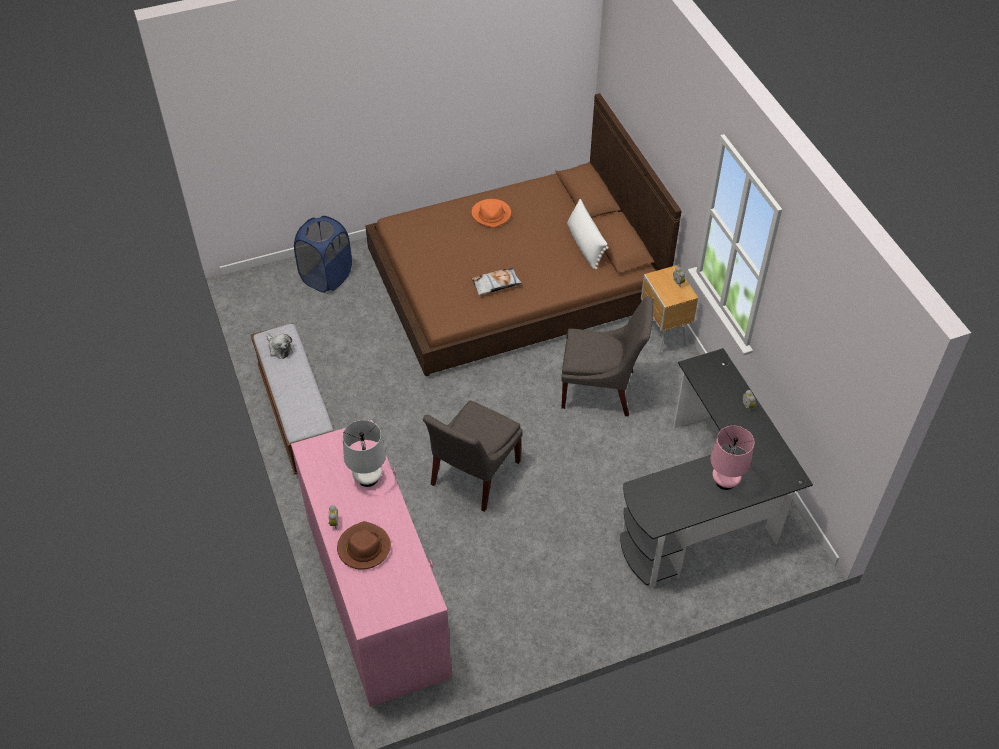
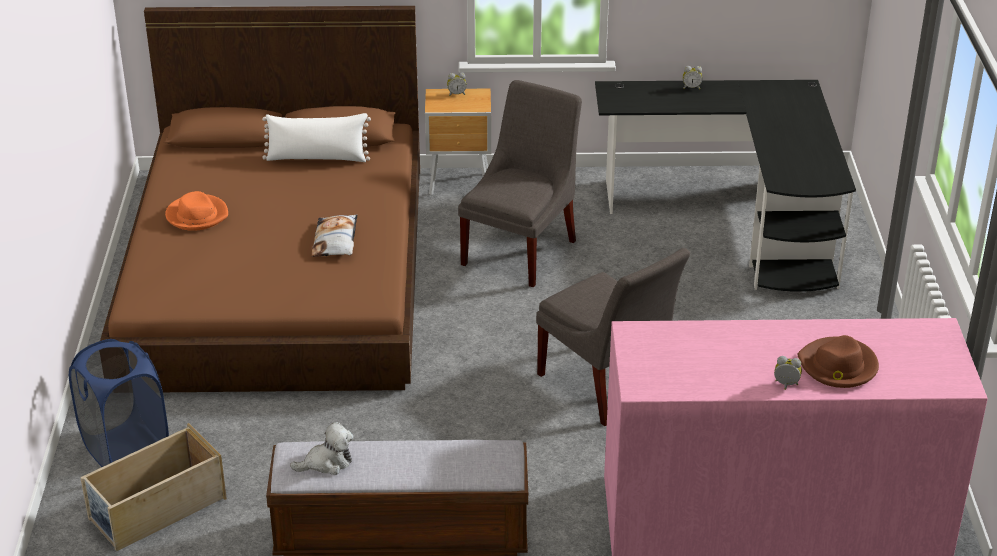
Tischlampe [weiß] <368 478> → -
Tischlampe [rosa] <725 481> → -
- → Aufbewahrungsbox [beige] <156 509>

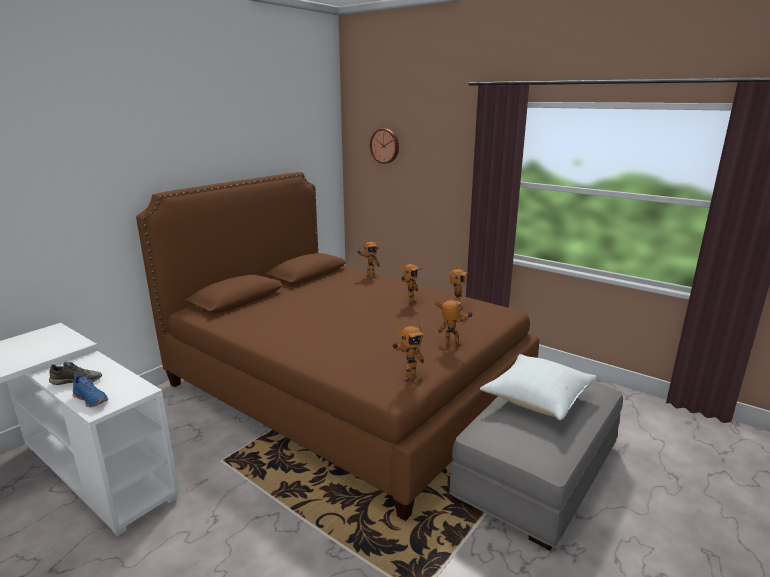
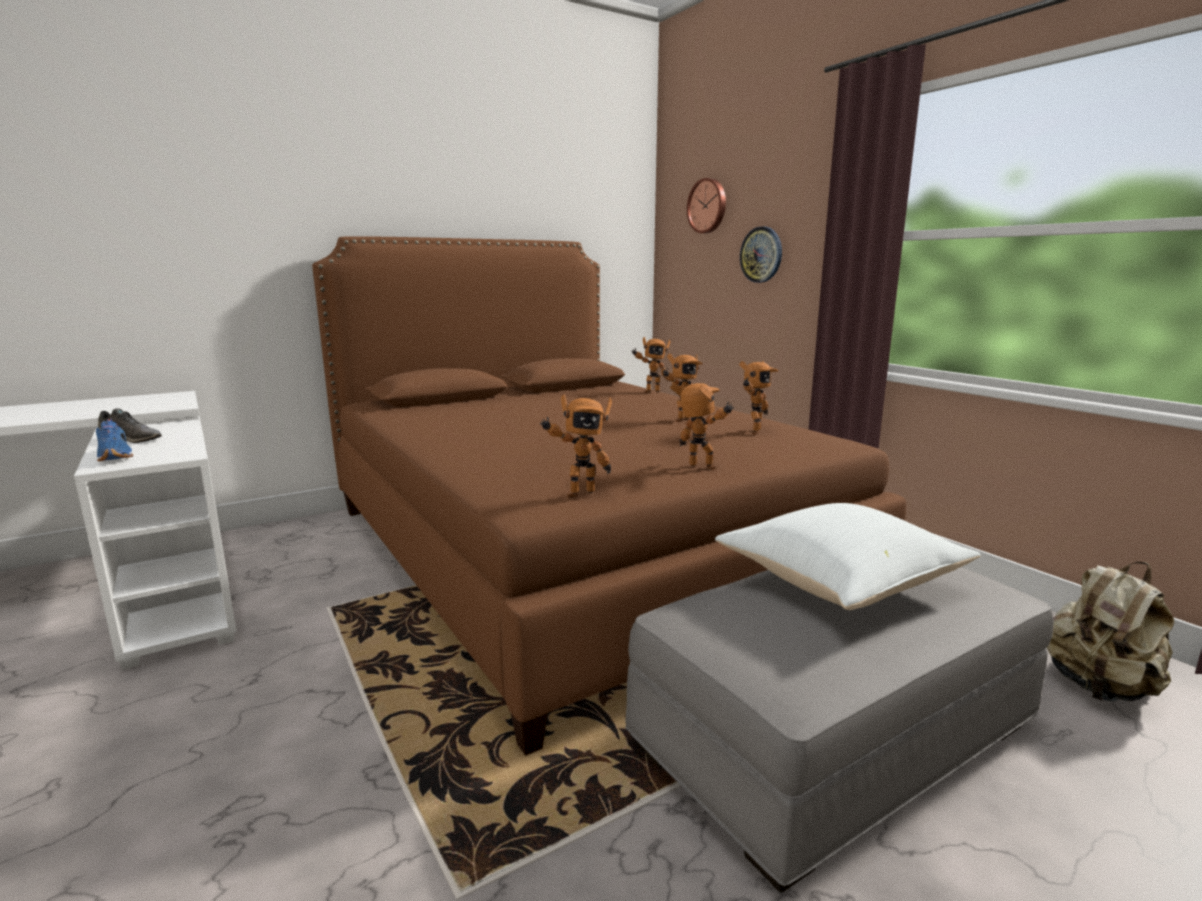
- → Wanduhr <761 254>
- → Rucksack [beige] <1099 687>

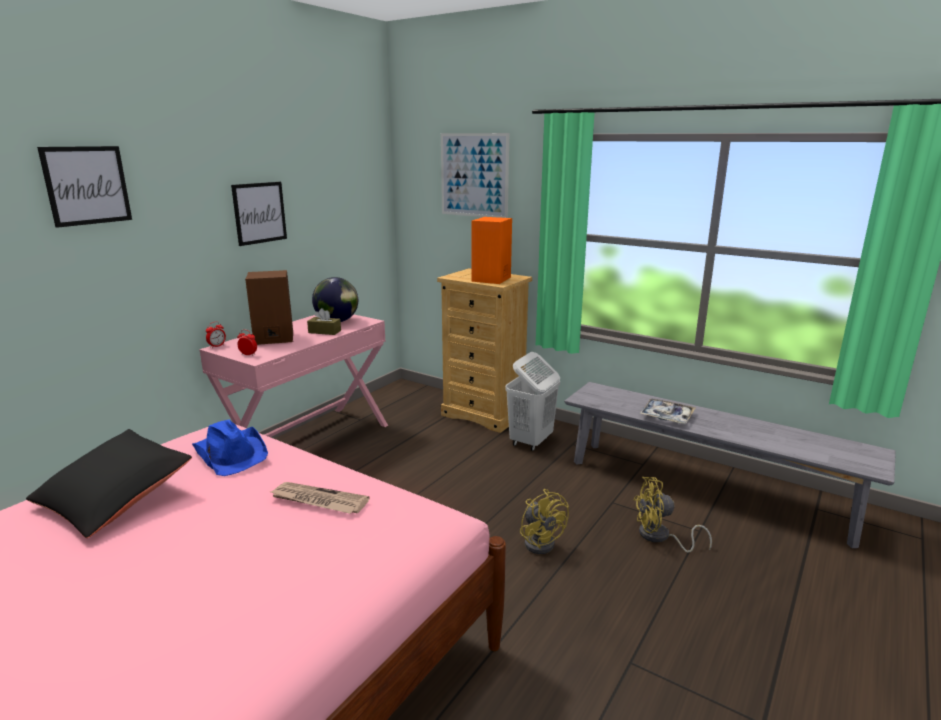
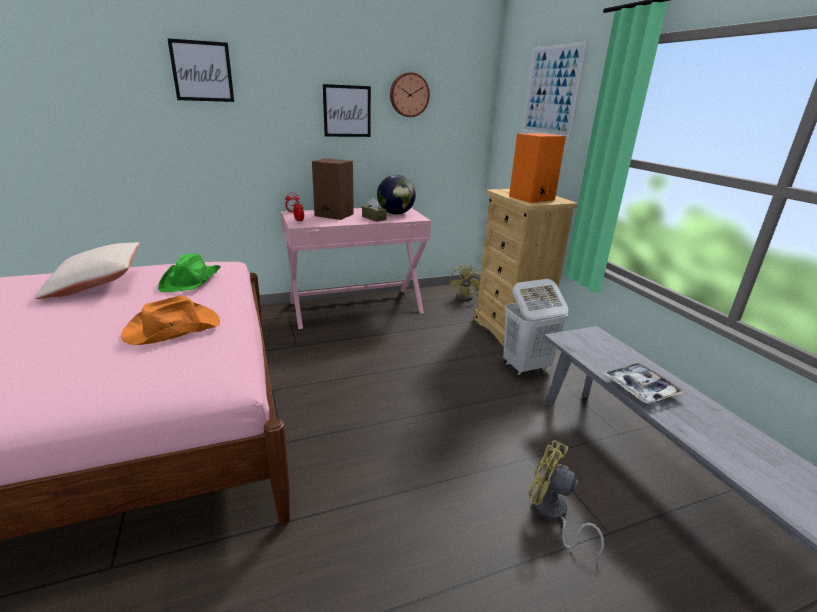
Hut [blau] <231 453> → Hut [grün] <192 280>
Kissen [schwarz] <115 498> → Kissen [beige] <96 284>
Zeitung <318 501> → Hut [orange] <171 328>
Ventilator [gelb] <541 541> → Ventilator [gelb] <467 297>, relocated
- → Wanduhr <409 95>

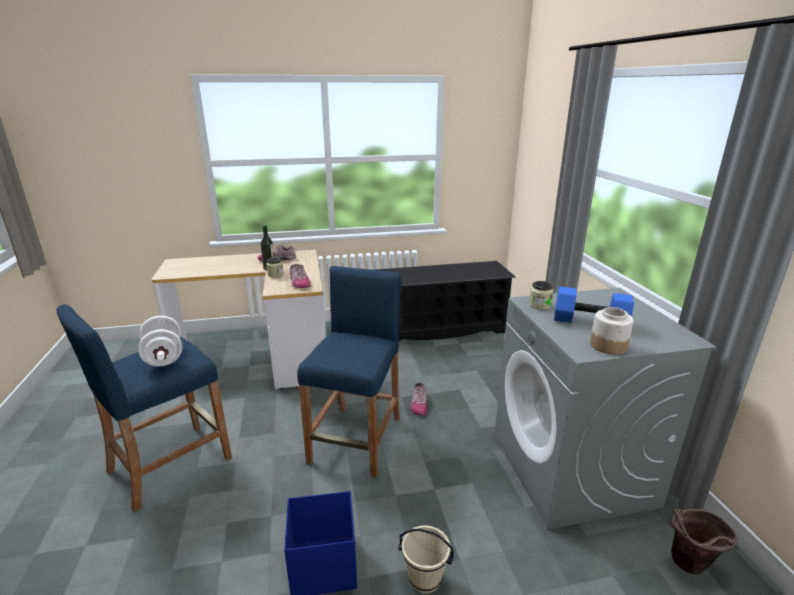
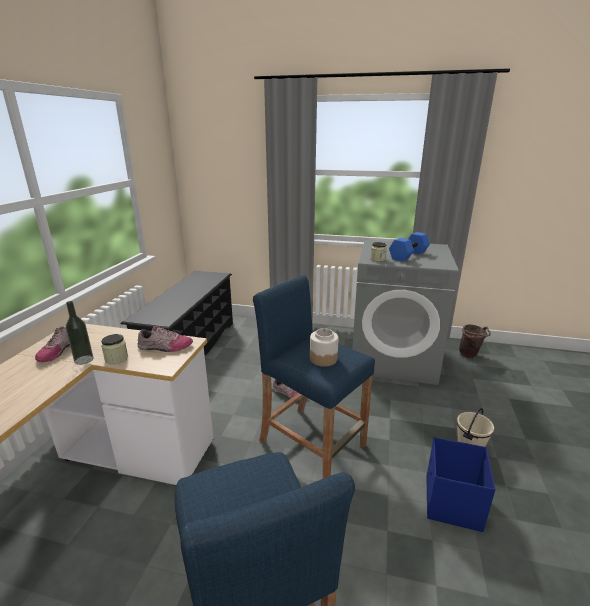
Vorratsglas <608 346> → Vorratsglas <323 359>, relocated
Hantel [weiß] <164 356> → -

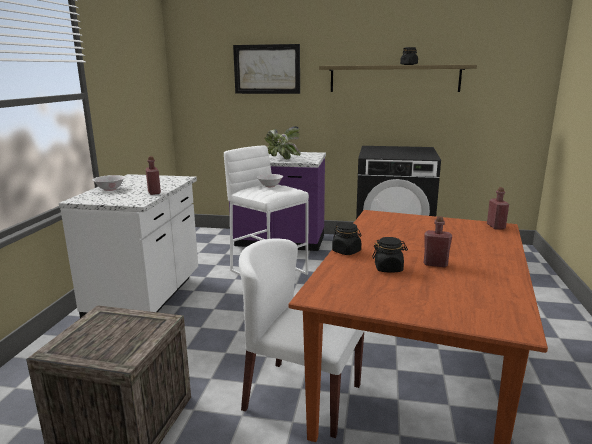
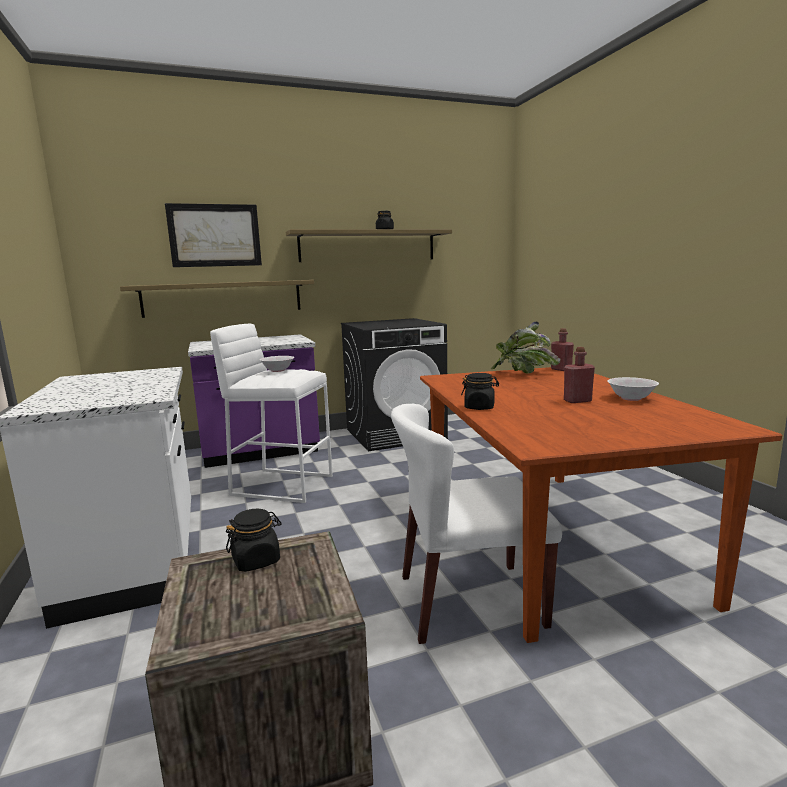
Topfpflanze <281 159> → Topfpflanze <523 374>, relocated
Flasche [rot] <154 192> → -
Schüssel [weiß] <110 189> → Schüssel [weiß] <631 398>, relocated
Vorratsglas [schwarz] <388 268> → Vorratsglas [schwarz] <256 560>, relocated
- → Wandregal <223 298>

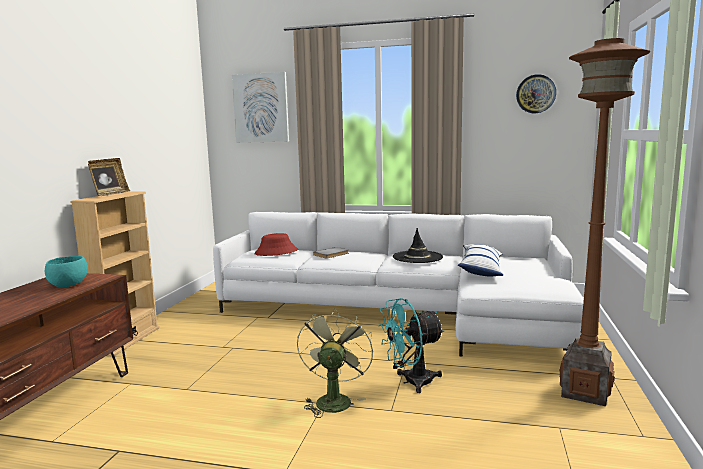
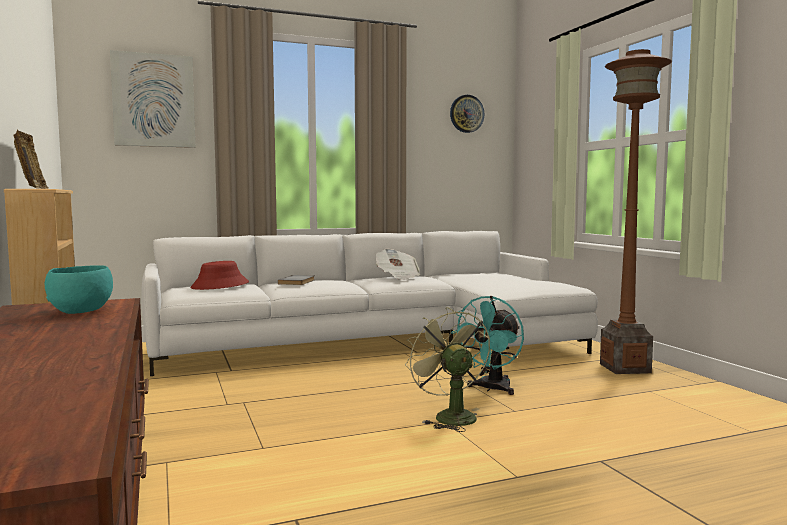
Hut [schwarz] <417 257> → Zeitung <397 277>
Kissen <481 269> → -

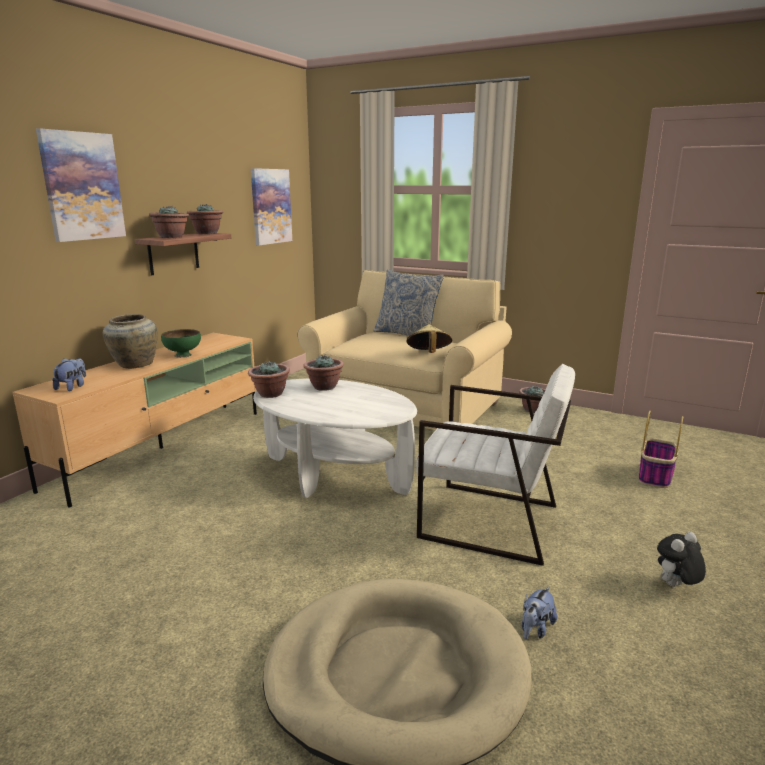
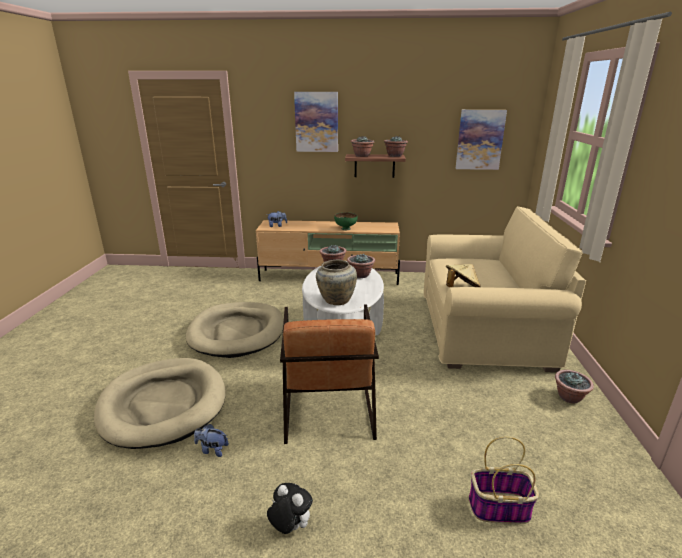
Kissen <407 334> → -
Vase [beige] <134 364> → Vase [beige] <336 300>, relocated
Sessel [weiß] <489 521> → Sessel [braun] <328 408>
- → Hundebett [beige] <237 332>

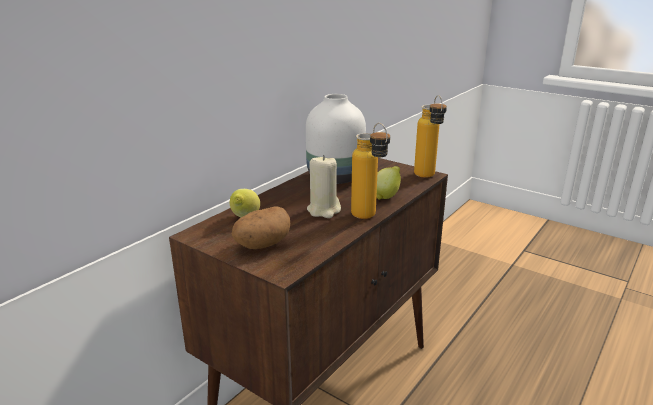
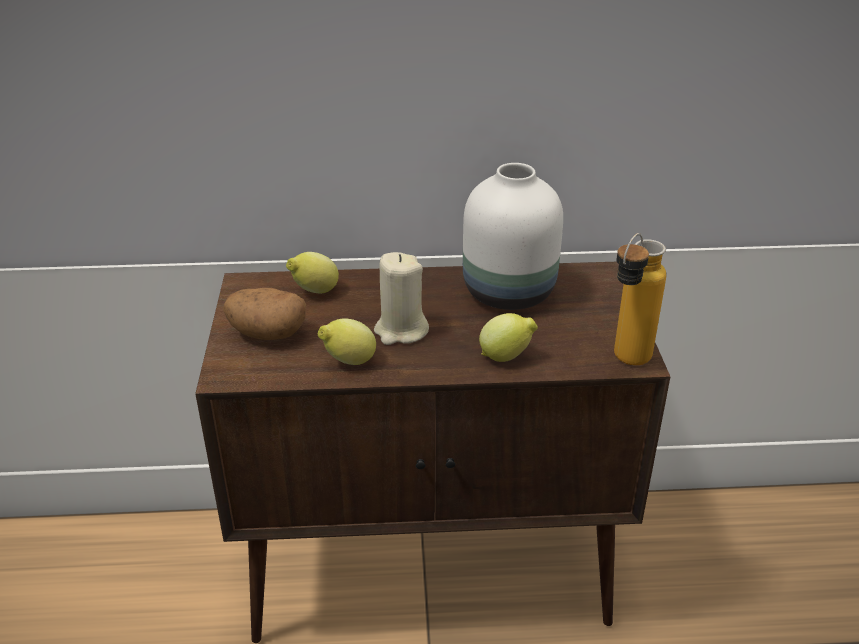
Flasche <369 218> → -
- → Zitrone <348 362>

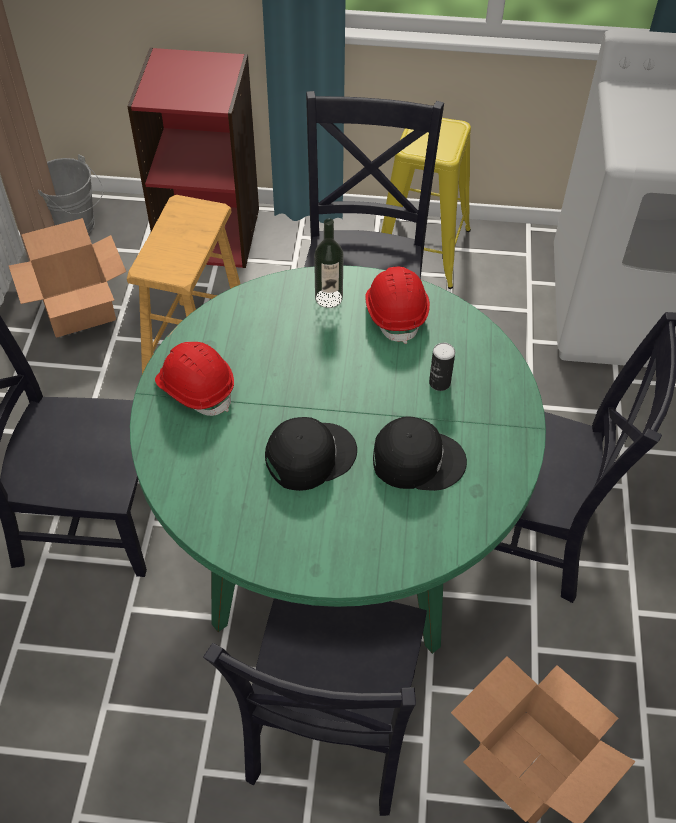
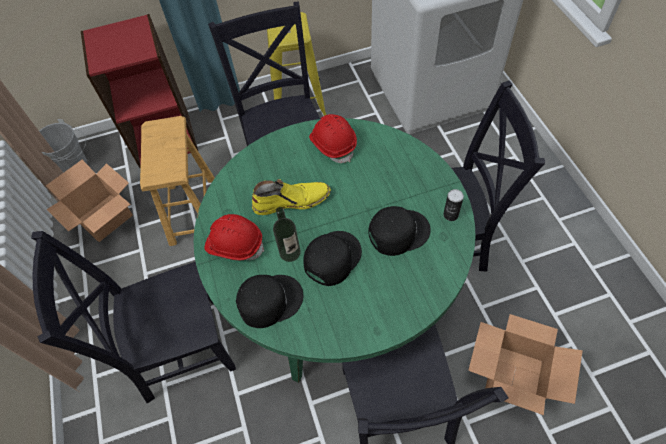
Flasche <328 298> → Flasche <290 252>, relocated
Dose <439 383> → Dose <450 215>, relocated
- → Stiefel [gelb] <291 200>
- → Kappe [schwarz] <269 300>

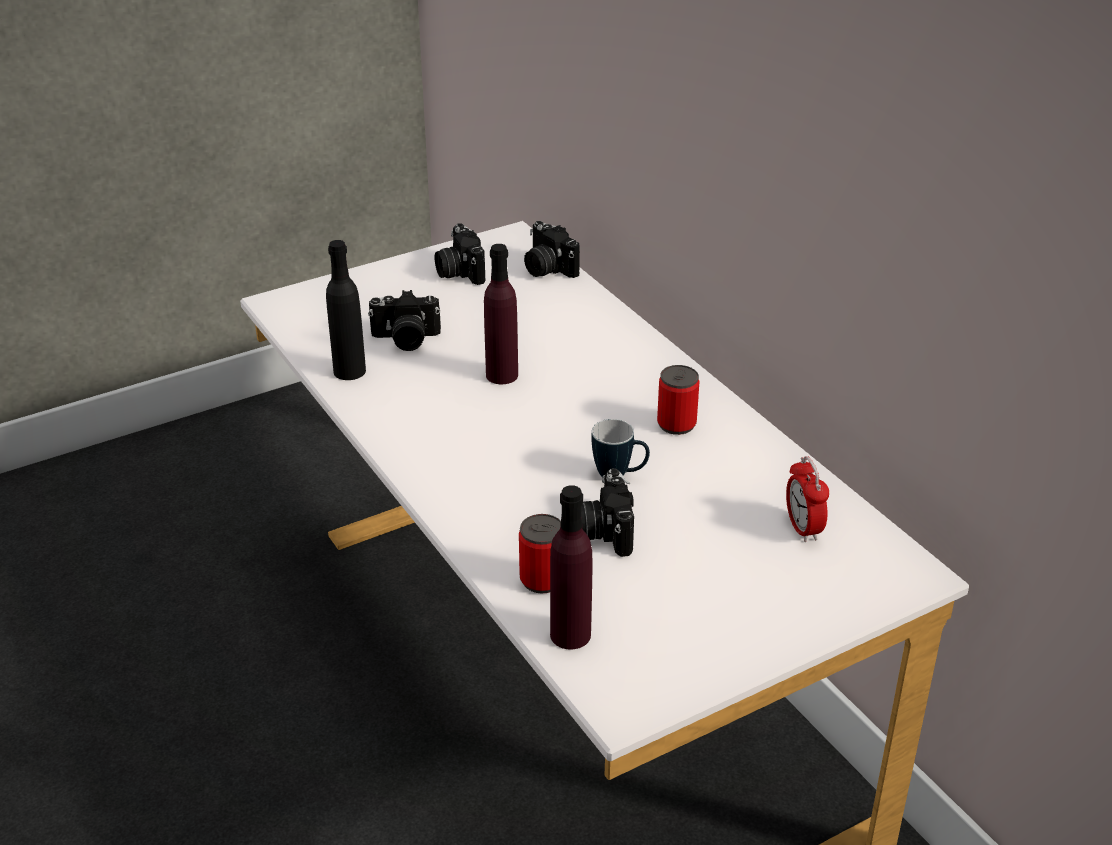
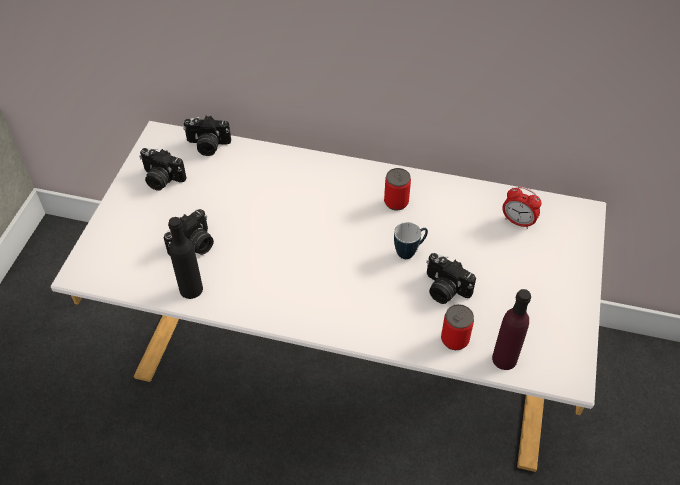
Flasche [lila] <502 375> → -

